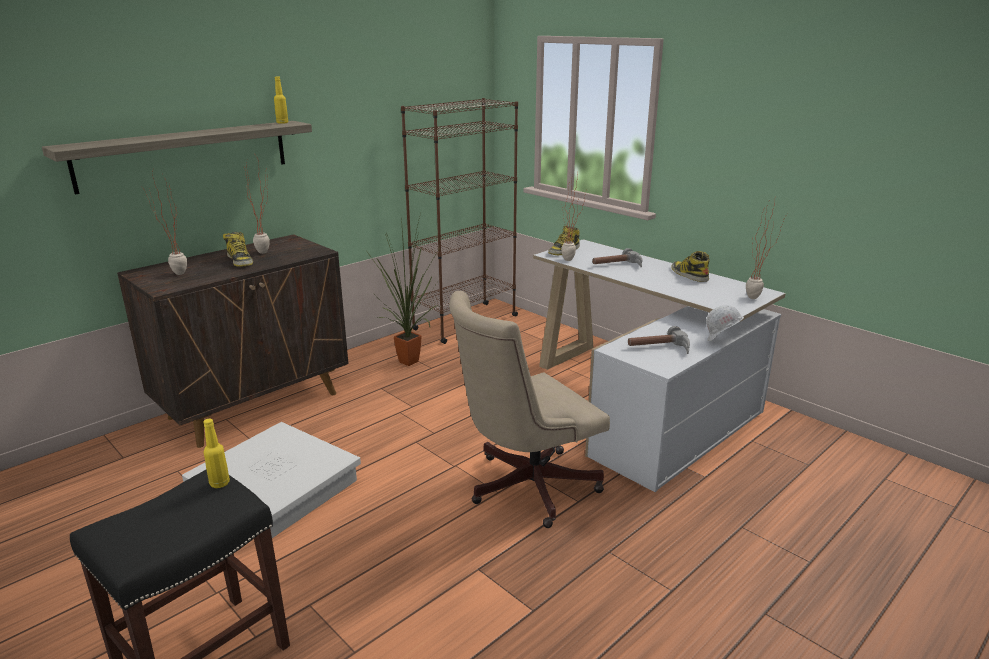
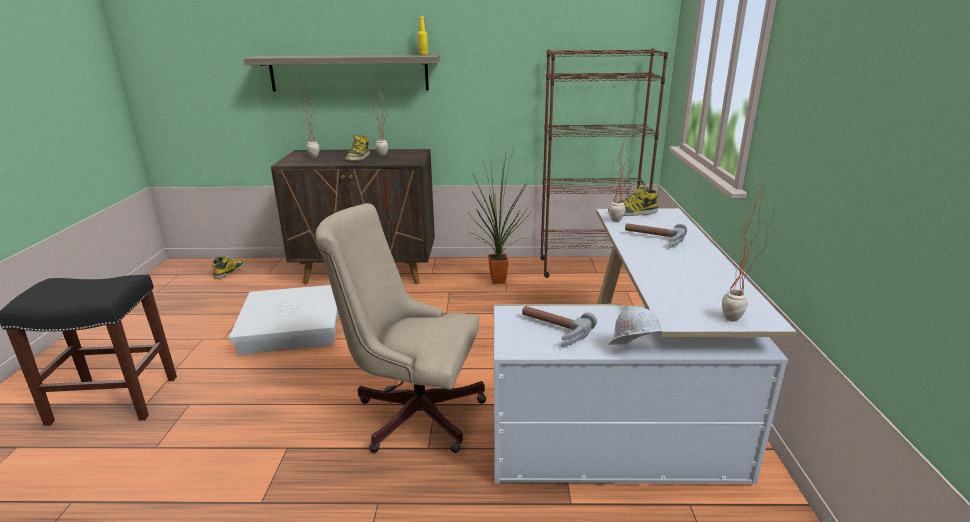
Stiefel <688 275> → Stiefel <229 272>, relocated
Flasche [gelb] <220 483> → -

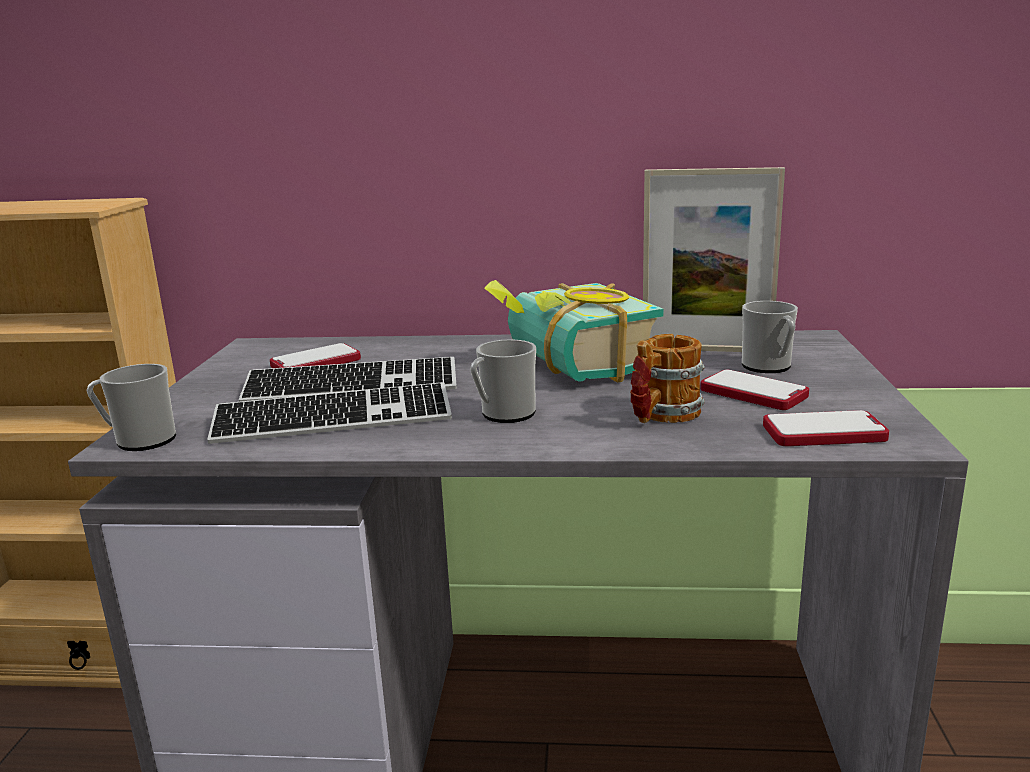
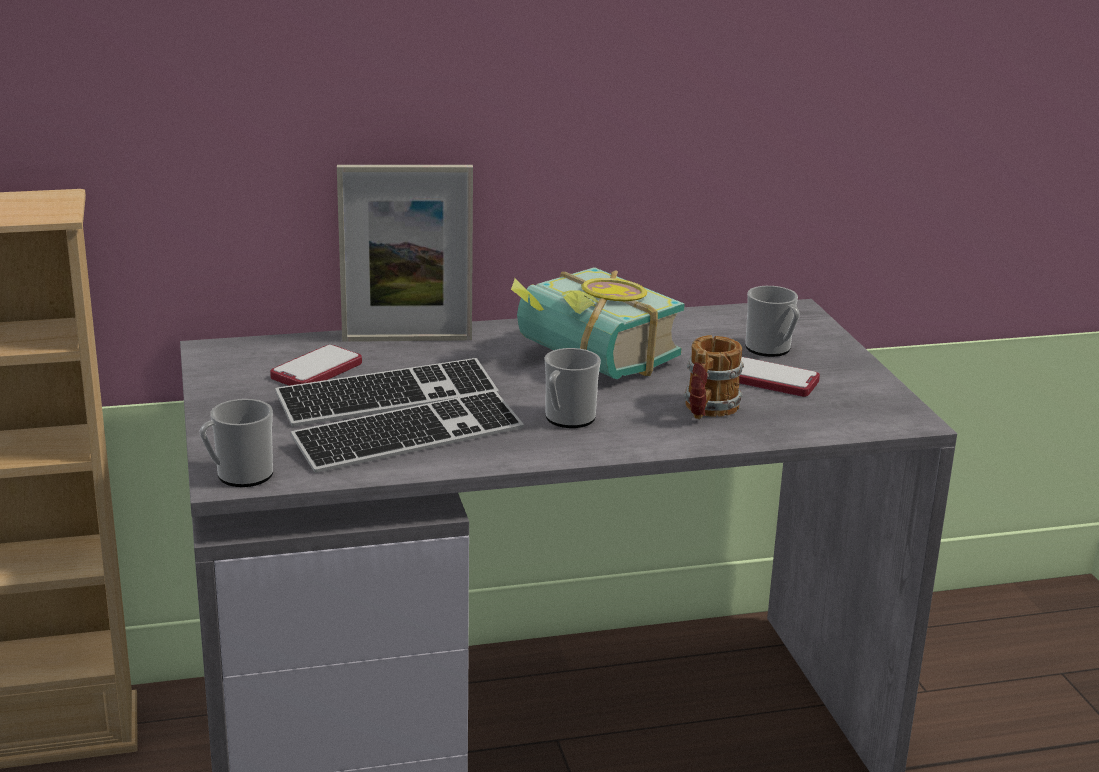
Bilderrahmen <706 349> → Bilderrahmen <407 339>, relocated
Handy <823 432> → -

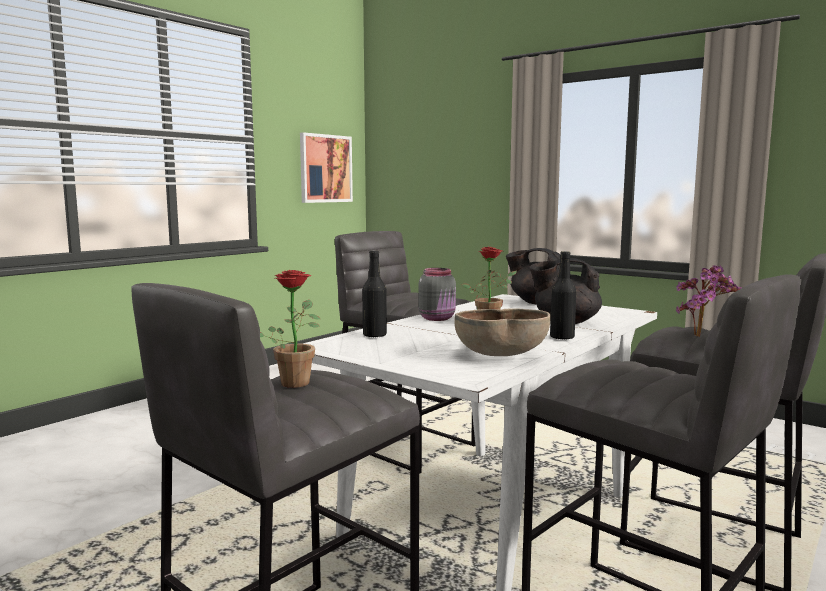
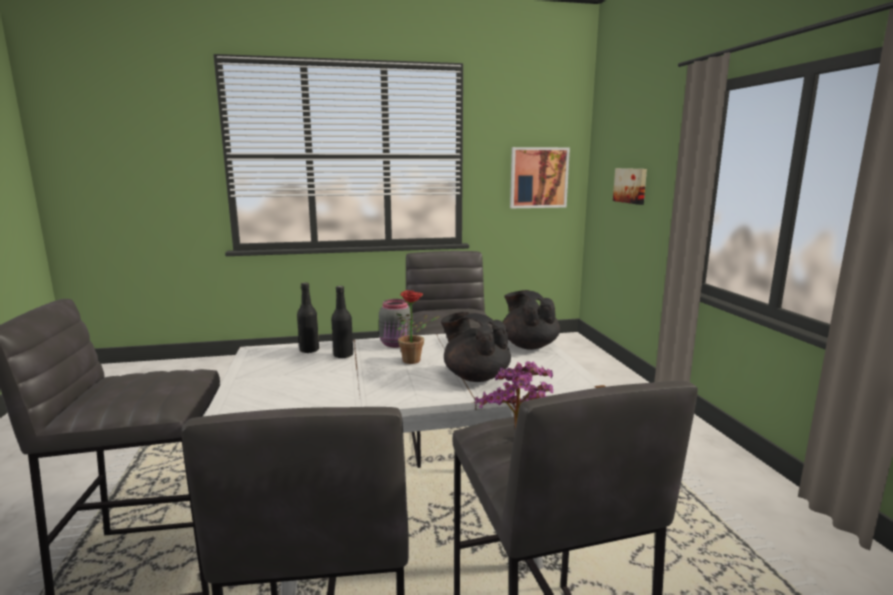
Flasche [schwarz] <562 337> → Flasche [schwarz] <343 355>, relocated
Topfpflanze <295 381> → -
Schüssel [braun] <501 355> → -
- → Bild <631 185>

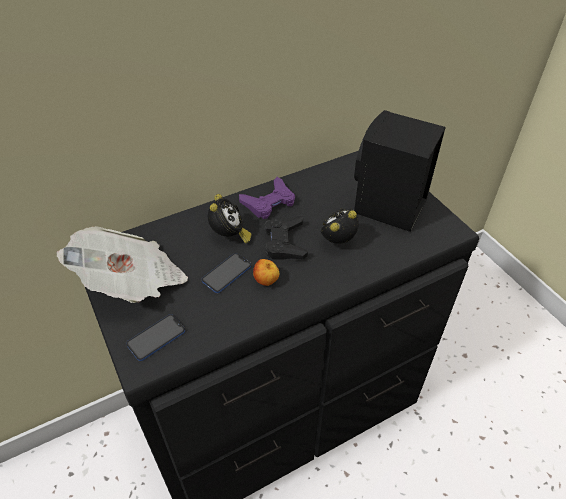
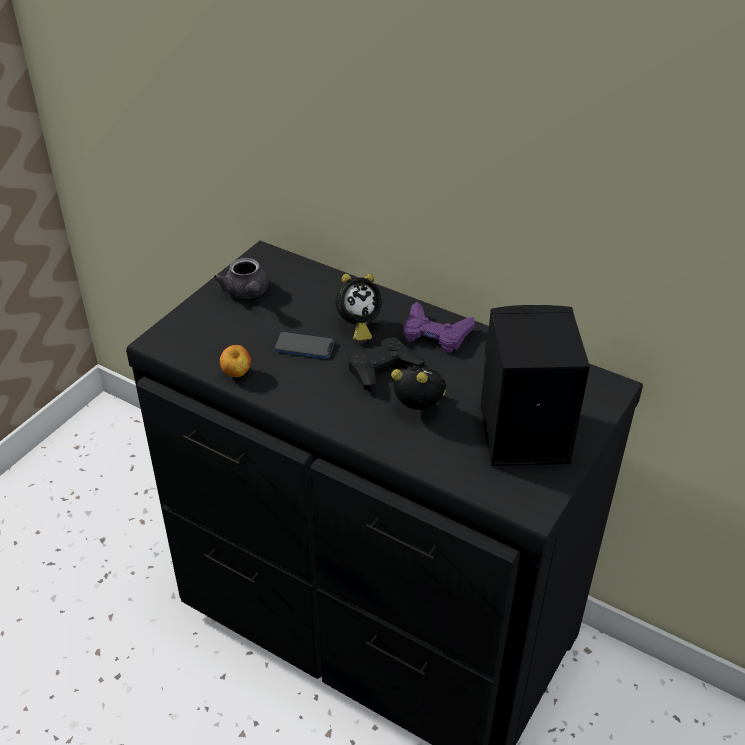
Zeitung <132 282> → Teekanne [grau] <247 293>
Apfel <266 281> → Apfel <236 374>, relocated
Handy <156 338> → -

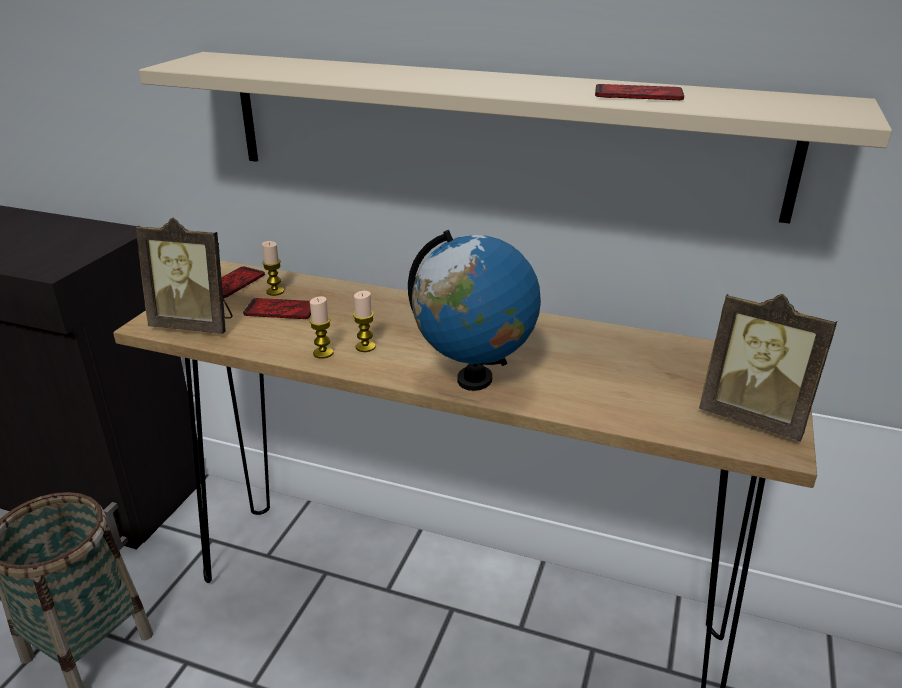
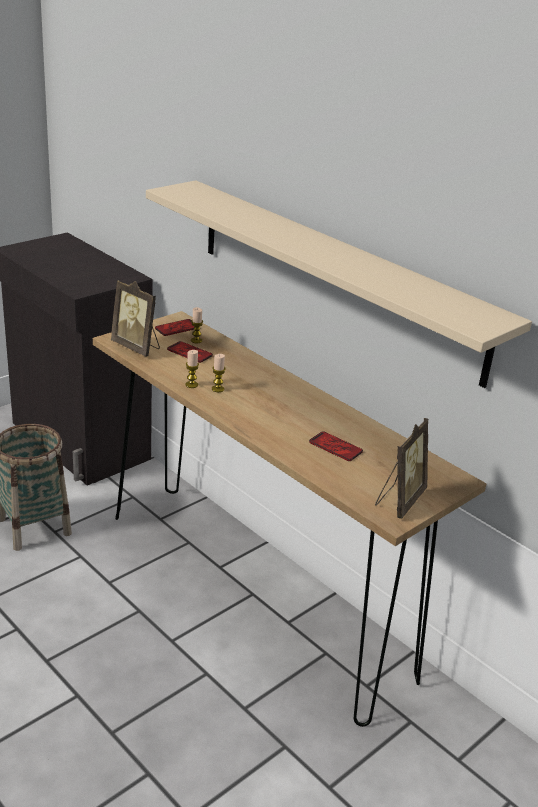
Handy <638 95> → Handy <335 447>, relocated
Globus <474 380> → -
Bilderrahmen <753 417> → Bilderrahmen <399 500>, 120 degrees counterclockwise

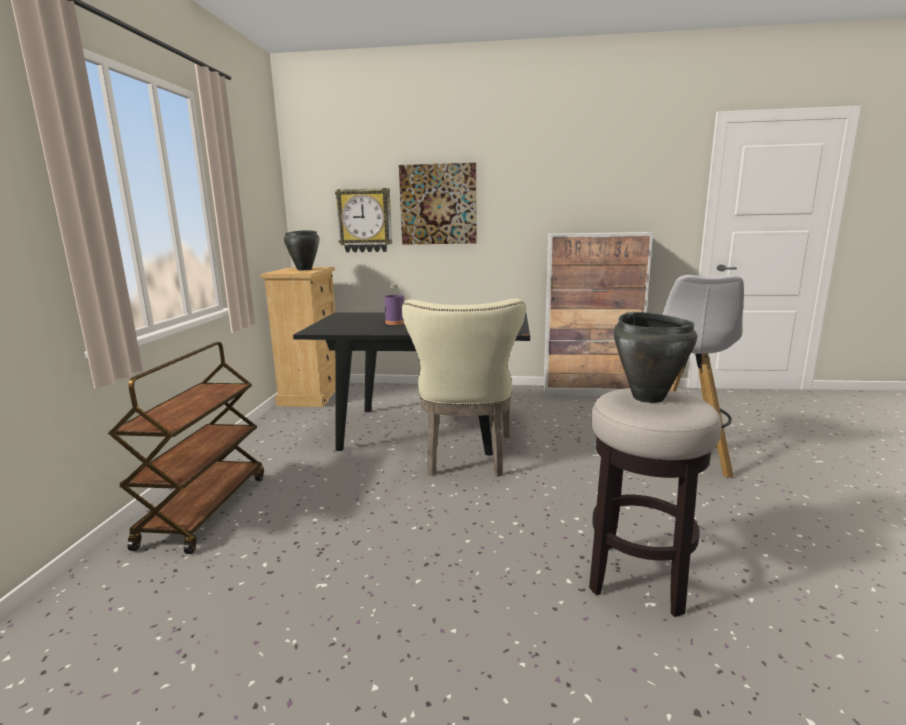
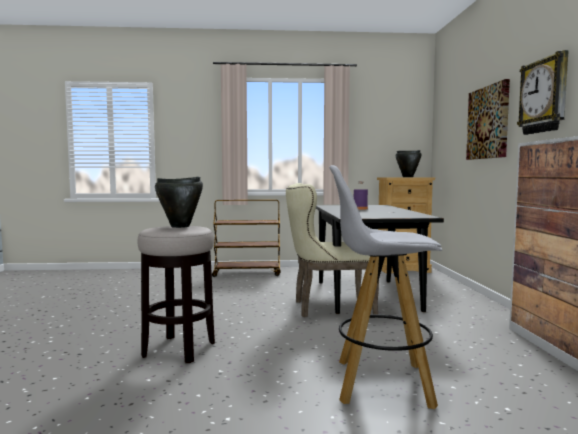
Wanduhr <365 220> → Wanduhr <544 96>, relocated

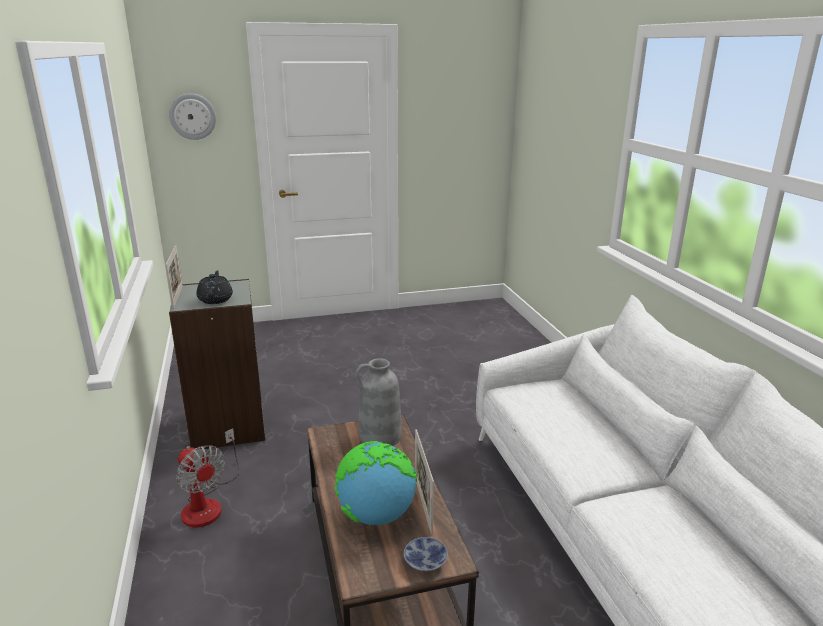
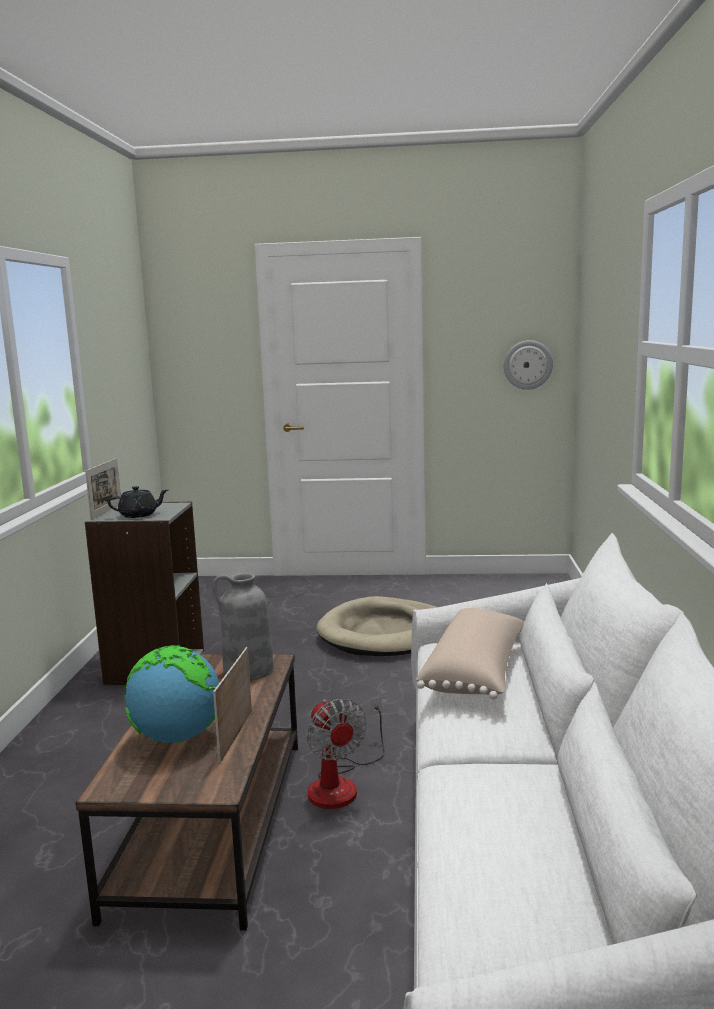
Wanduhr <192 116> → Wanduhr <527 365>, relocated
Teekanne [schwarz] <216 299> → Teekanne [schwarz] <139 515>, 60 degrees clockwise
Ventilator <208 503> → Ventilator <341 784>, relocated
Schüssel <425 560> → -
- → Hundebett [beige] <385 633>
- → Kissen [beige] <477 673>

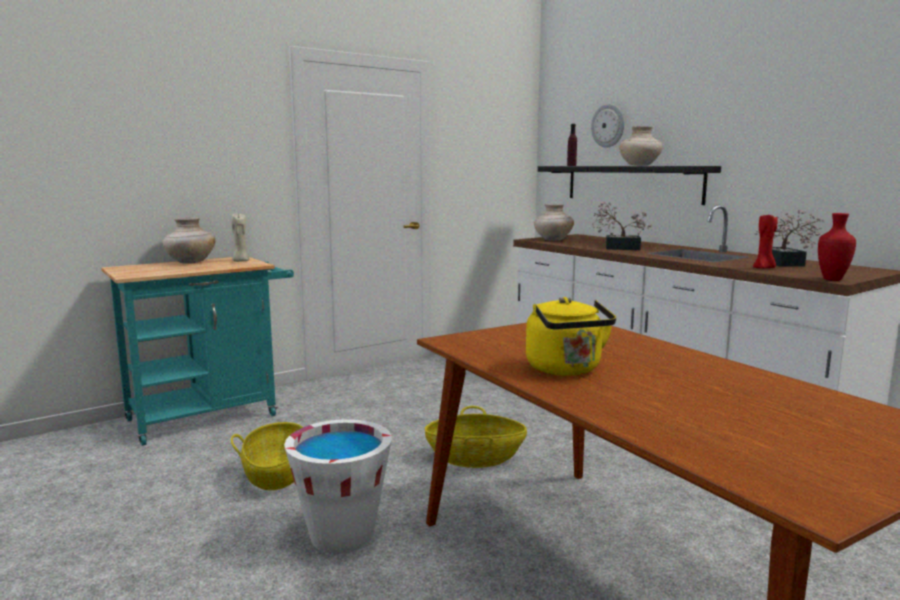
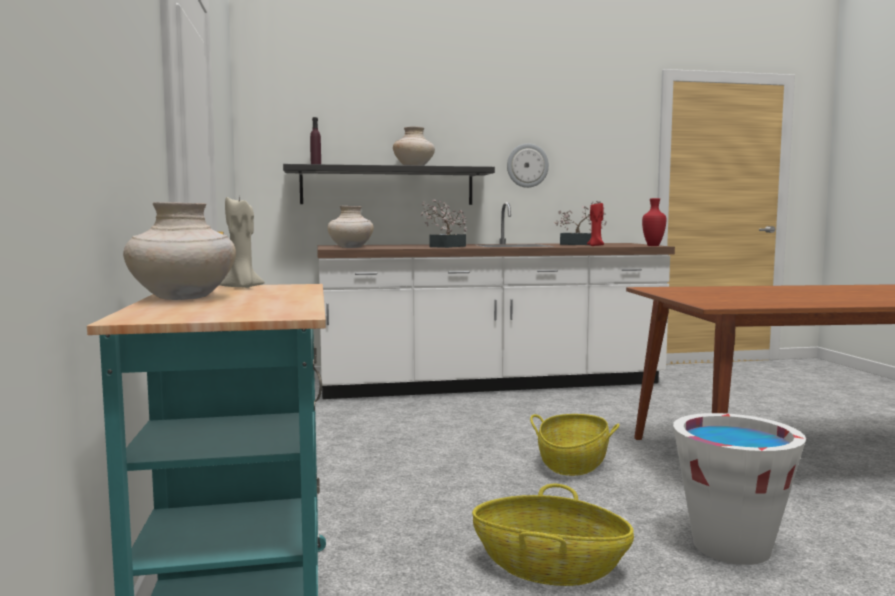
Wanduhr <608 125> → Wanduhr <527 165>, relocated
Wasserkessel [gelb] <566 370> → -

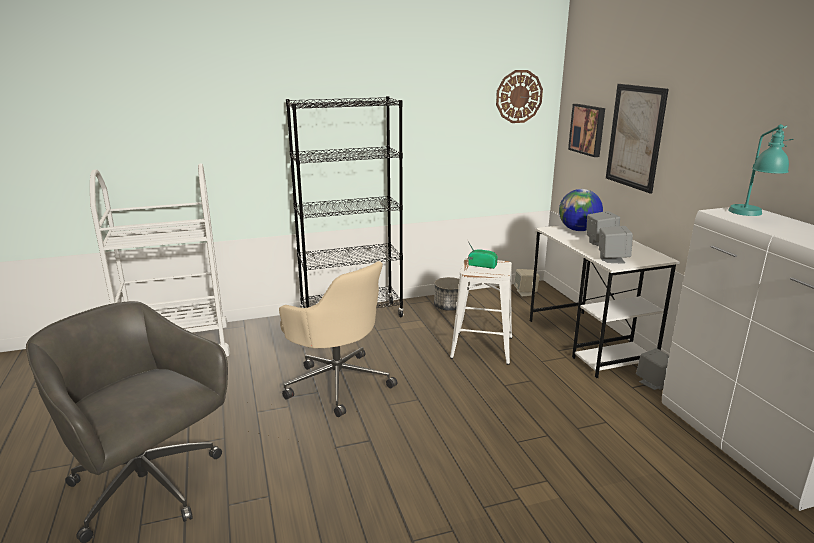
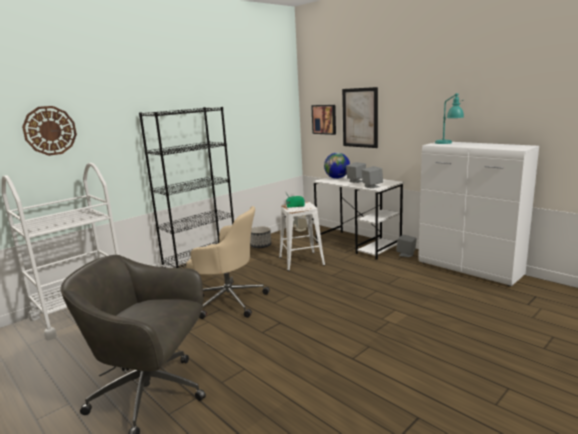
Wanduhr <519 96> → Wanduhr <50 130>, relocated

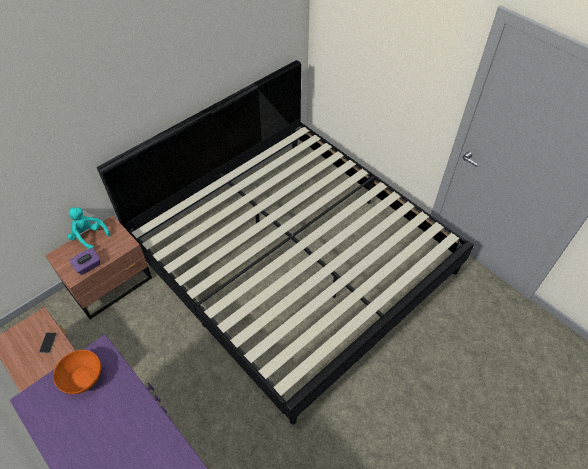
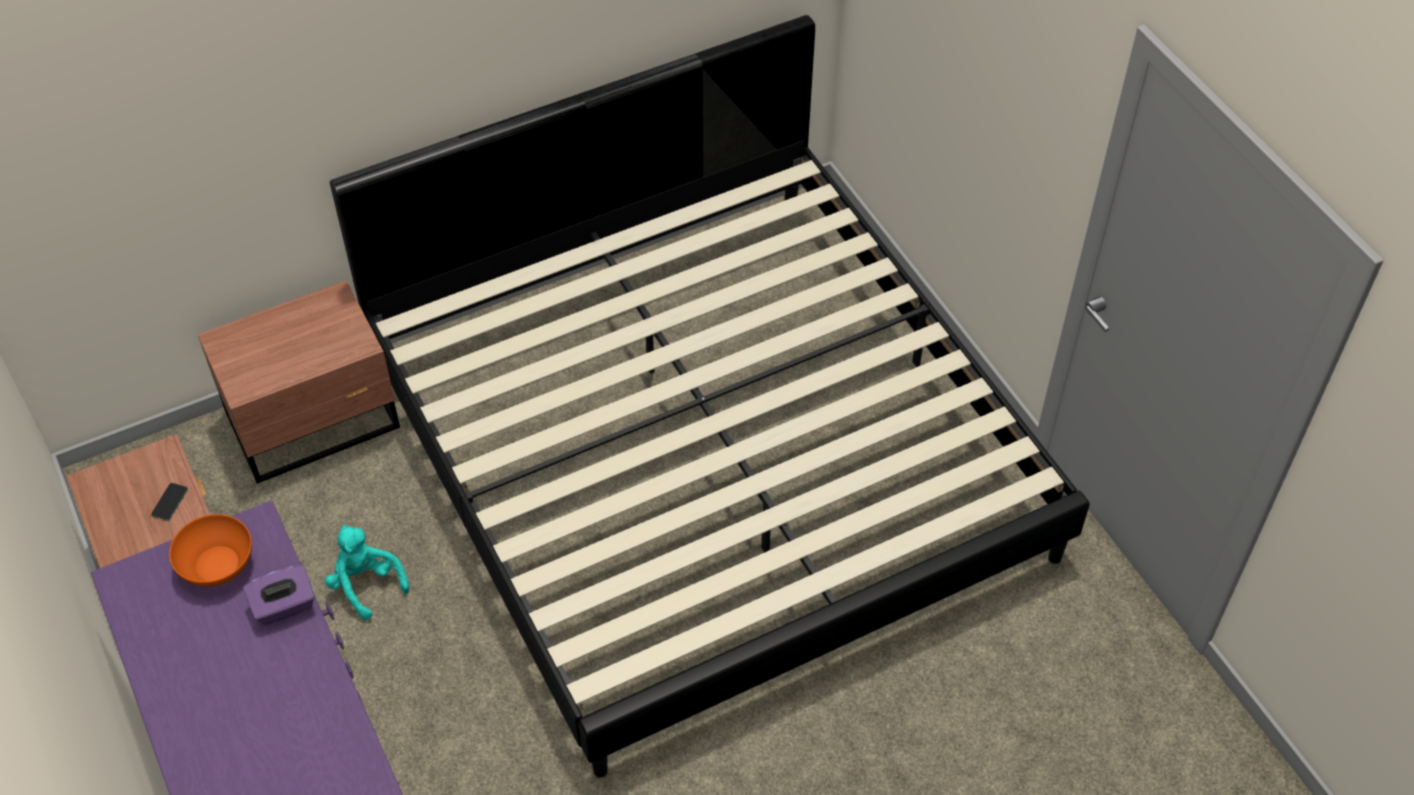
Plüschtier [türkis] <89 236> → Plüschtier [türkis] <366 584>, relocated
Taschentuchbox [lila] <88 266> → Taschentuchbox [lila] <284 606>, relocated

